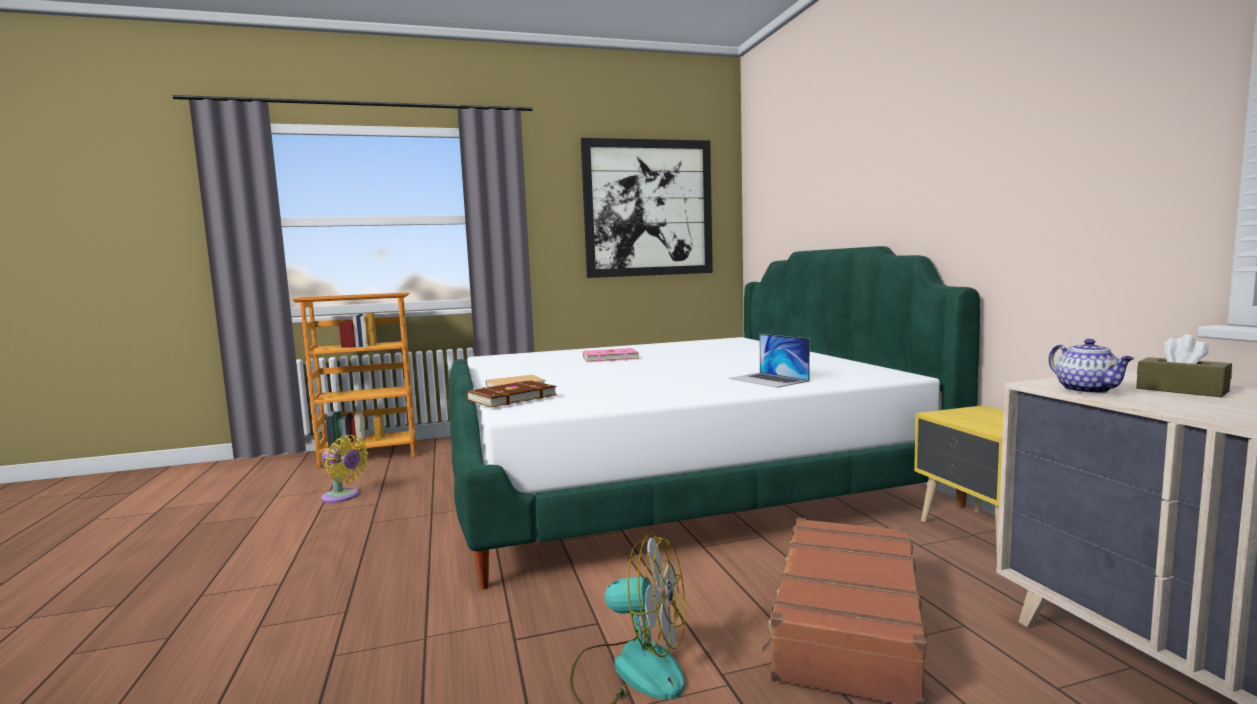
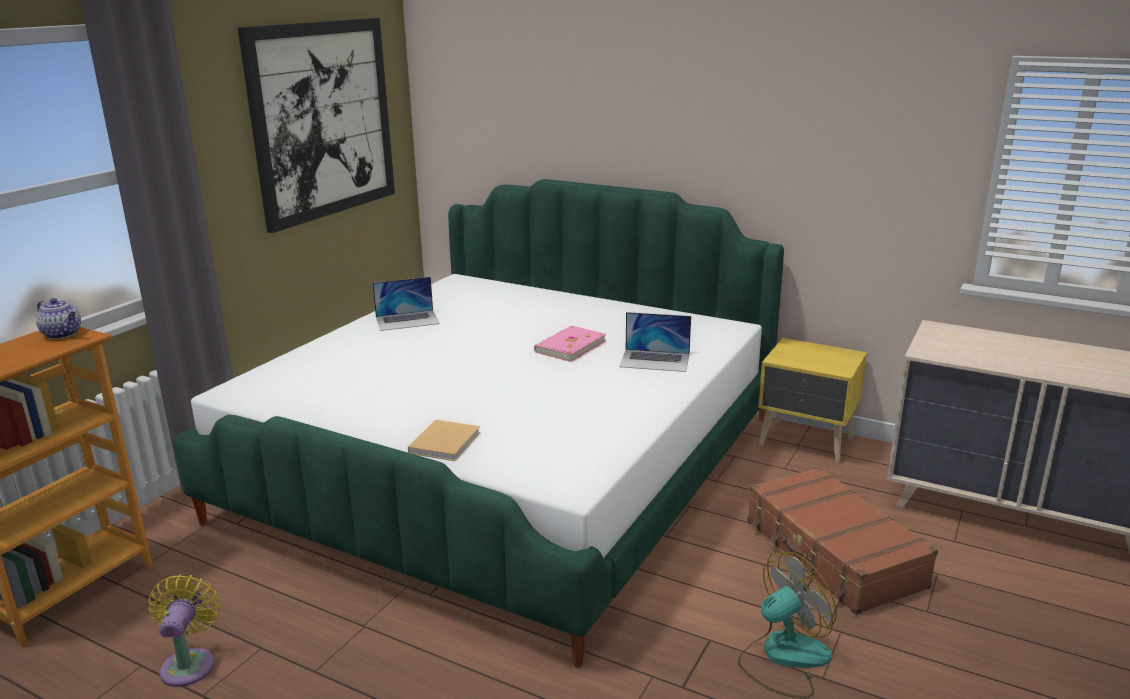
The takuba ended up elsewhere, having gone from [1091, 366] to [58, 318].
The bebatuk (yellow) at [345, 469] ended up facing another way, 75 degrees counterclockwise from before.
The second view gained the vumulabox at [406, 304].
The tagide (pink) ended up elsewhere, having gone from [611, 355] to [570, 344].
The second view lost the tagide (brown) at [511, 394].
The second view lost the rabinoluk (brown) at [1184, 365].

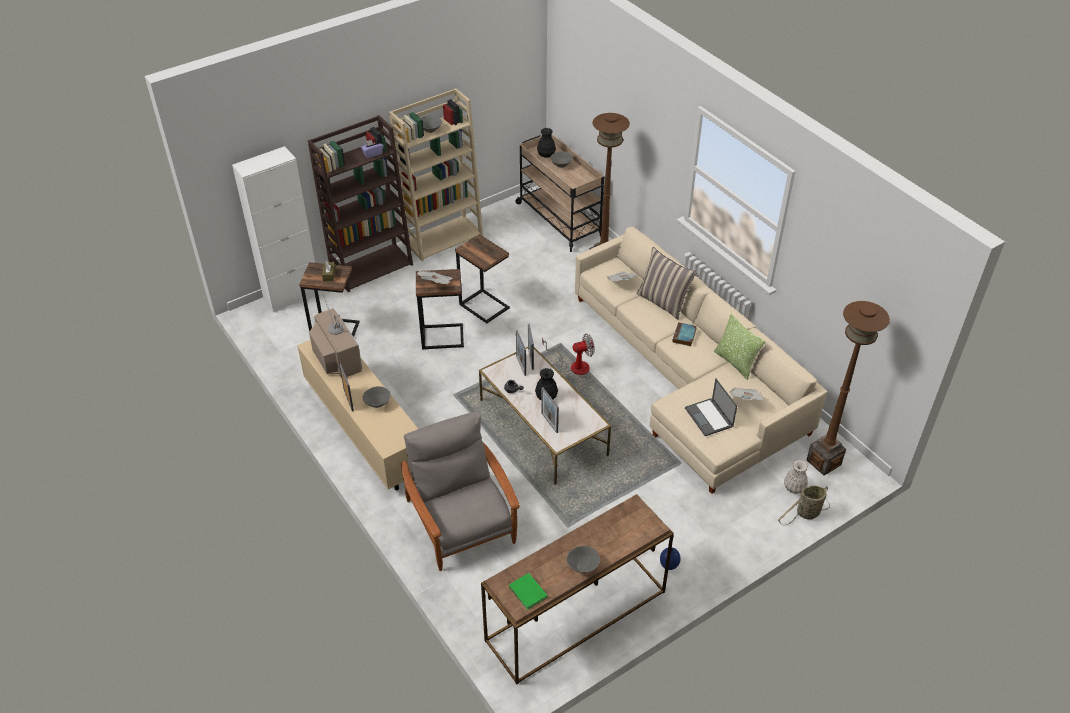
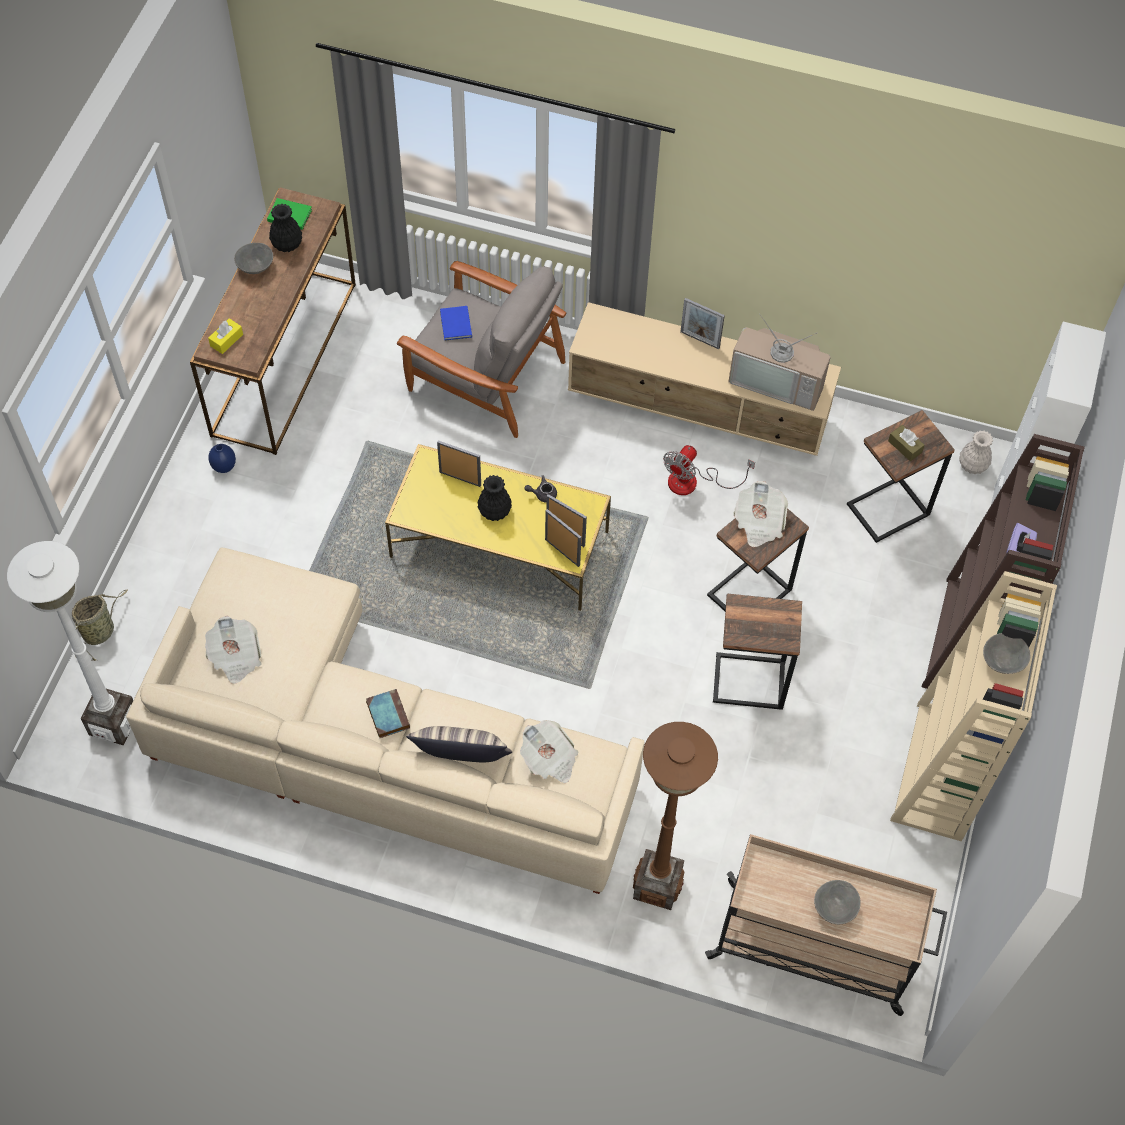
What was the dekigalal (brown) at [848, 388] turned into the dekigalal (white) at [70, 643].
The second view gained the rabinoluk (yellow) at [225, 336].
The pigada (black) ended up elsewhere, having gone from [546, 143] to [285, 228].
What was the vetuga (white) at [545, 416] turned into the vetuga (yellow) at [498, 527].
The second view gained the tagide (blue) at [456, 323].
The bebatuk ended up elsewhere, having gone from [568, 354] to [709, 470].
The pigada (white) ended up elsewhere, having gone from [796, 477] to [976, 452].
The second view lost the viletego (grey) at [376, 397].
The second view lost the vumulabox at [711, 407].
The second view lost the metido at [739, 347].

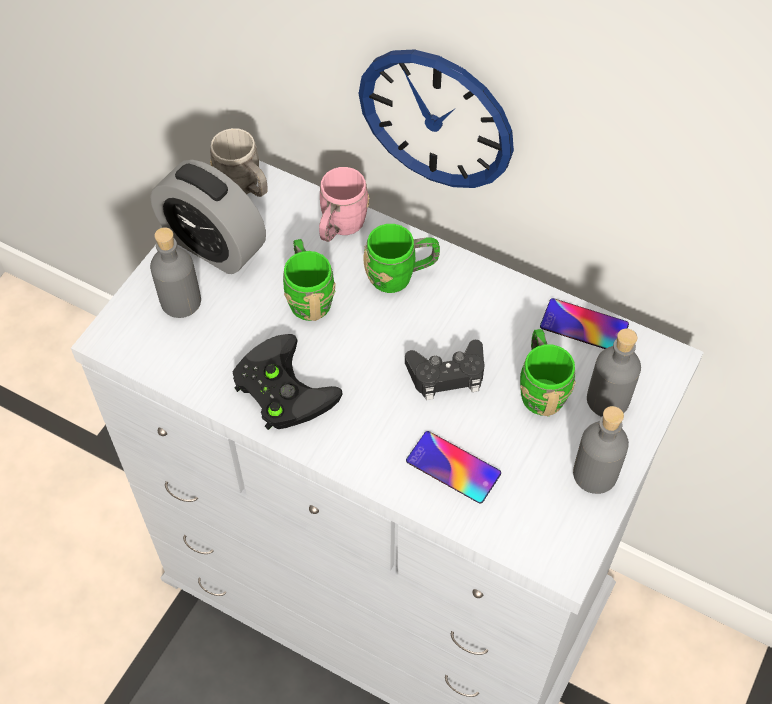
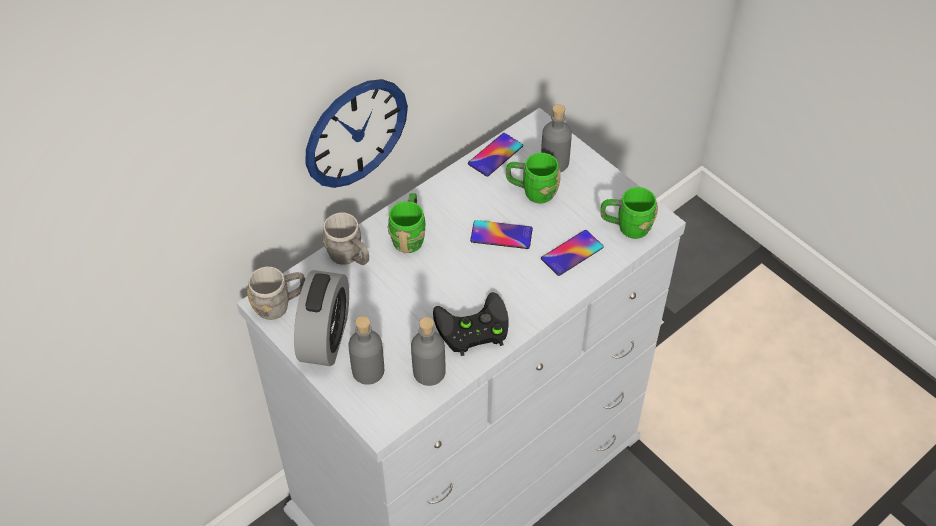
The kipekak at [208, 217] ended up facing another way, 45 degrees counterclockwise from before.
What was the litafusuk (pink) at [344, 204] turned into the litafusuk (grey) at [346, 239].
The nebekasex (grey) ended up elsewhere, having gone from [601, 450] to [428, 351].
Where the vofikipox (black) stood at [444, 370], the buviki came to stand at [501, 234].
The litafusuk (green) ended up elsewhere, having gone from [309, 280] to [629, 213].

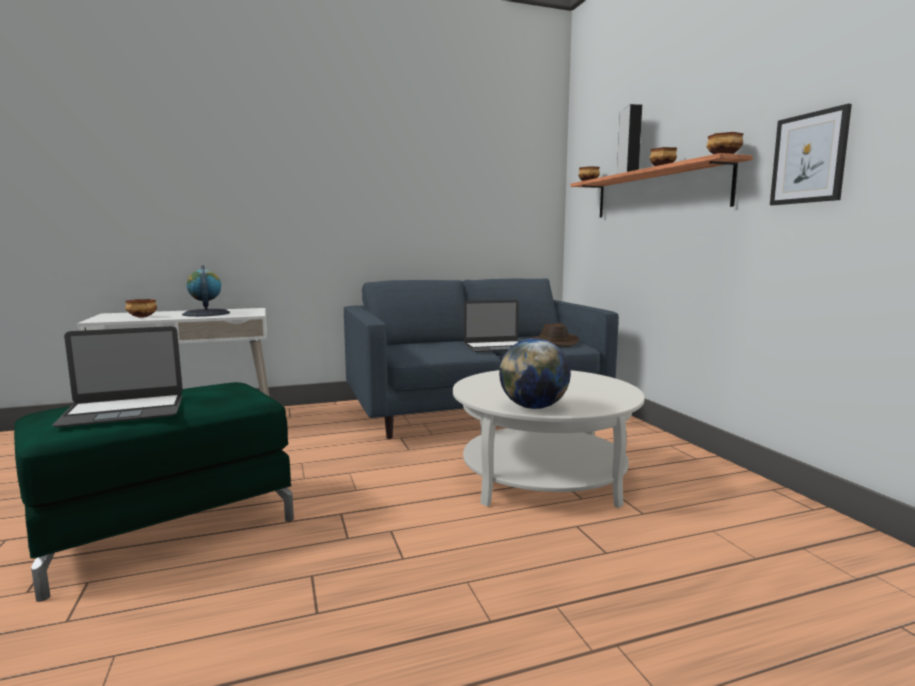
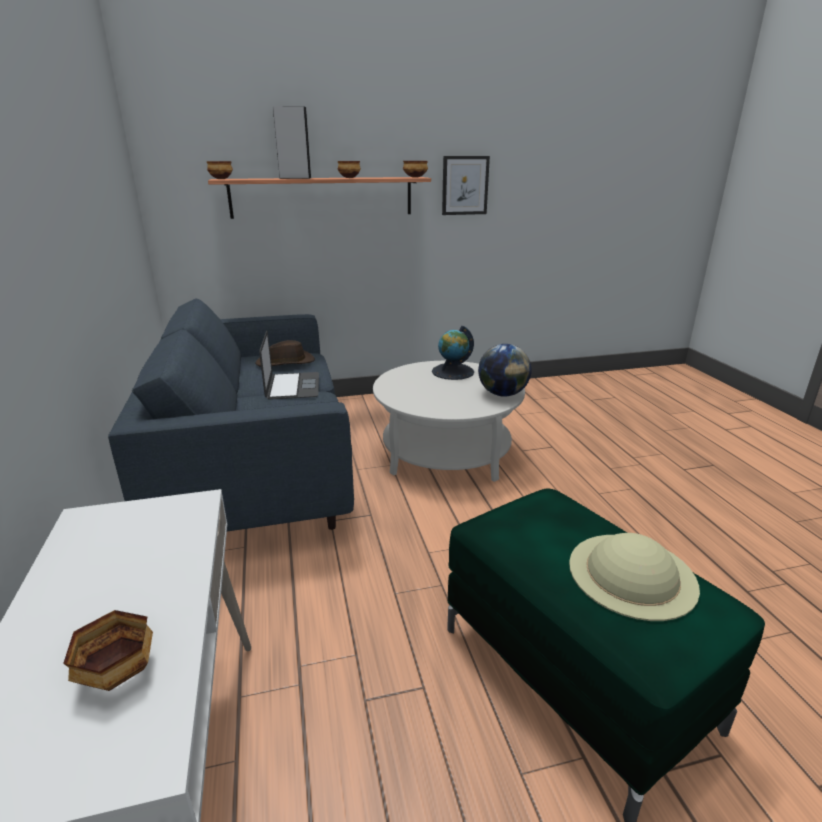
The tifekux ended up elsewhere, having gone from [206, 291] to [453, 353].
Where the vumulabox stood at [117, 376], the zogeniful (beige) came to stand at [634, 577].

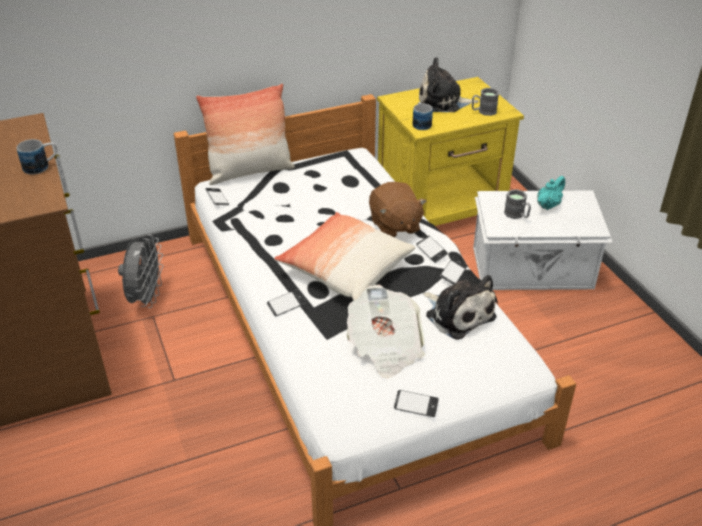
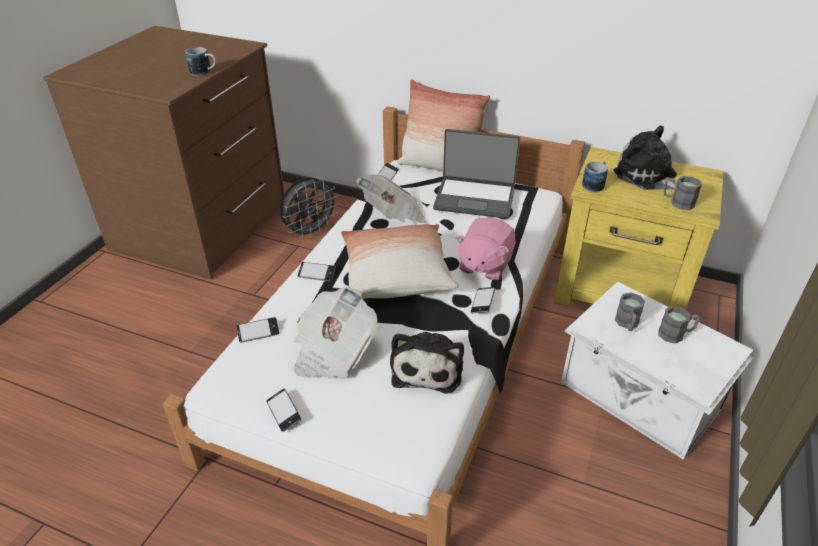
The buviki ended up elsewhere, having gone from [454, 270] to [258, 330].
The second view gained the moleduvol at [392, 199].
The second view gained the vumulabox at [476, 174].
What was the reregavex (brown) at [398, 209] turned into the reregavex (pink) at [485, 249].
Where the takuba (turquoise) stood at [551, 193], the litafusuk (grey) came to stand at [679, 324].

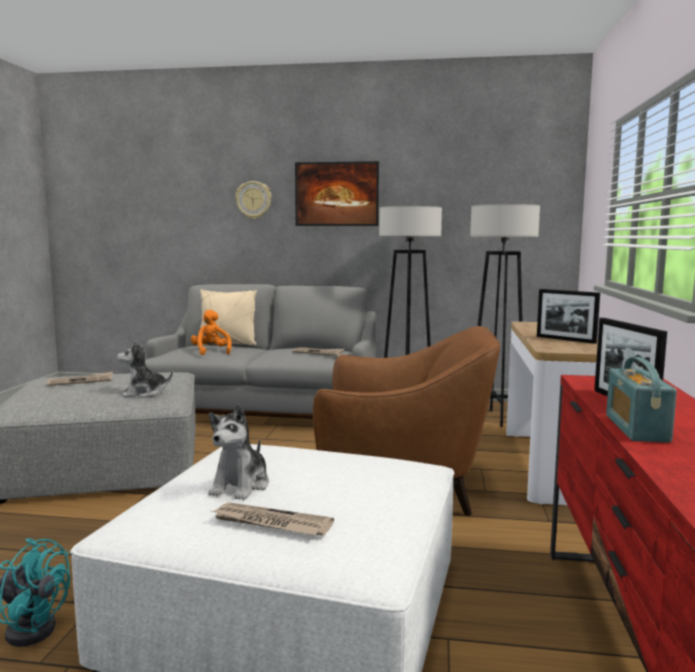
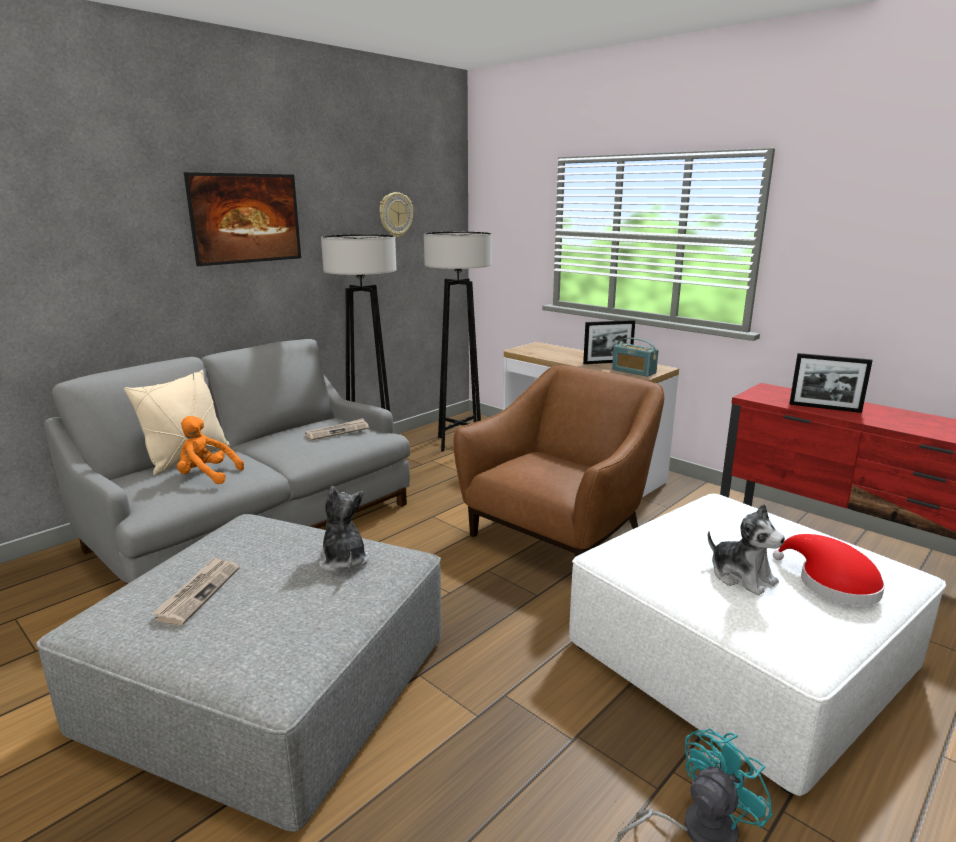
The reregavex at [145, 369] ended up facing another way, 135 degrees clockwise from before.
The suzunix ended up elsewhere, having gone from [253, 200] to [396, 214].
The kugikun ended up elsewhere, having gone from [641, 400] to [635, 357].
Where the moleduvol stood at [273, 519], the zogeniful (red) came to stand at [829, 570].

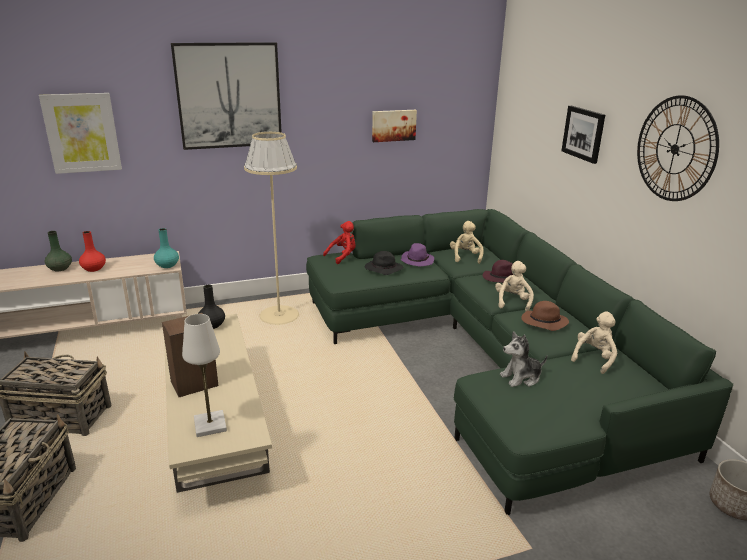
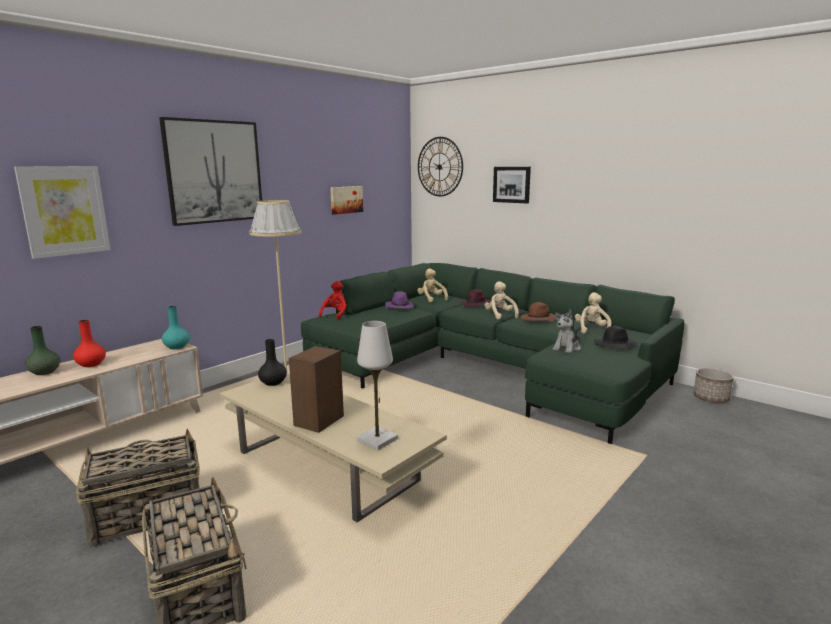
The suzunix ended up elsewhere, having gone from [678, 148] to [440, 167].
The zogeniful (black) ended up elsewhere, having gone from [383, 263] to [615, 337].

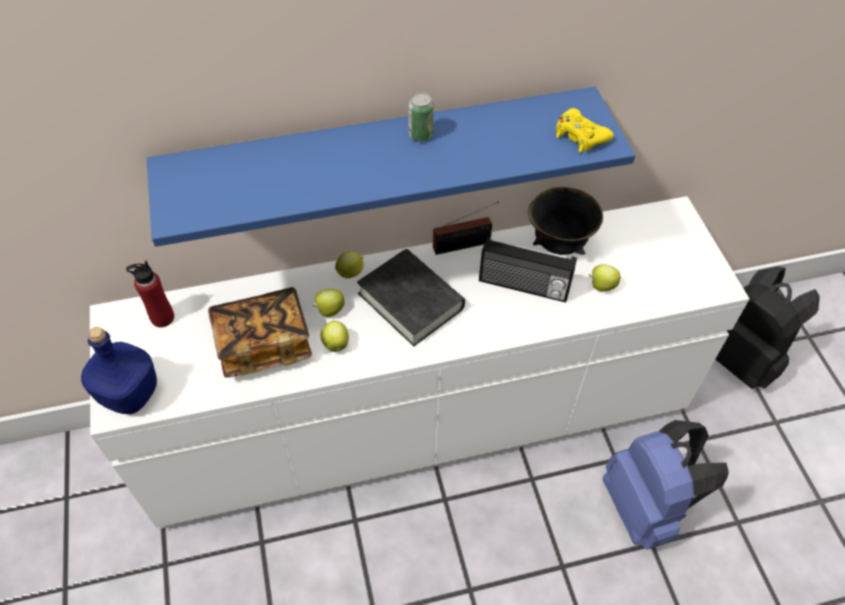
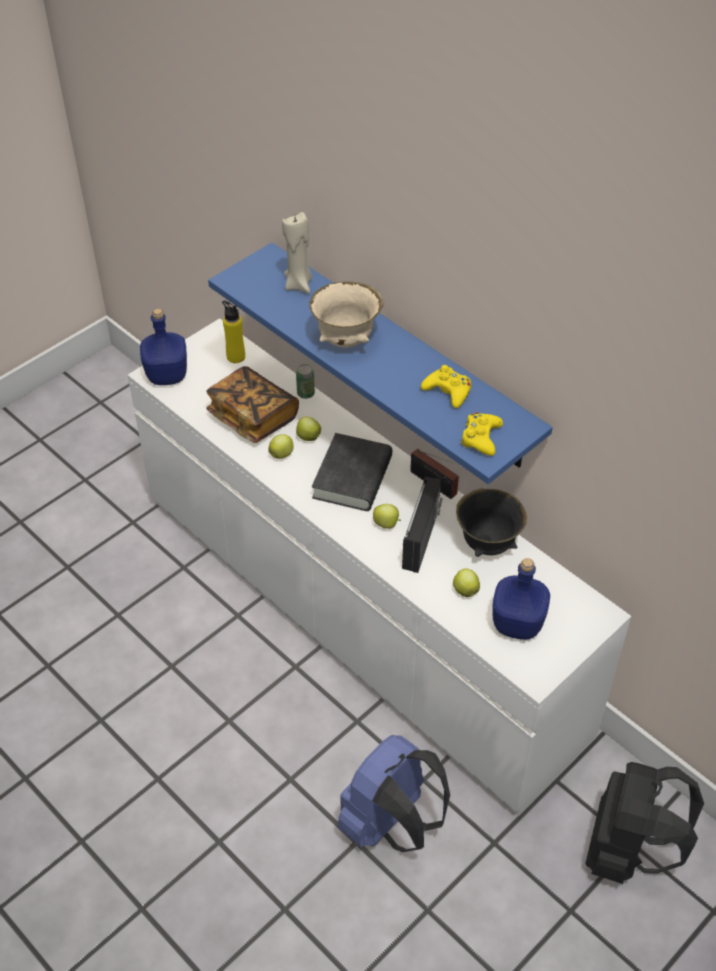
What was the nebekasex (red) at [150, 294] turned into the nebekasex (yellow) at [233, 331].
The second view gained the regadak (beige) at [297, 253].
The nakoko ended up elsewhere, having gone from [421, 117] to [305, 381].
The second view gained the viletego (beige) at [346, 315].
The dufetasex ended up elsewhere, having gone from [349, 264] to [387, 516].
The kugikun at [528, 269] ended up facing another way, 150 degrees counterclockwise from before.
The second view gained the vofikipox (yellow) at [446, 386].
The second view gained the nebekasex (blue) at [521, 599].

